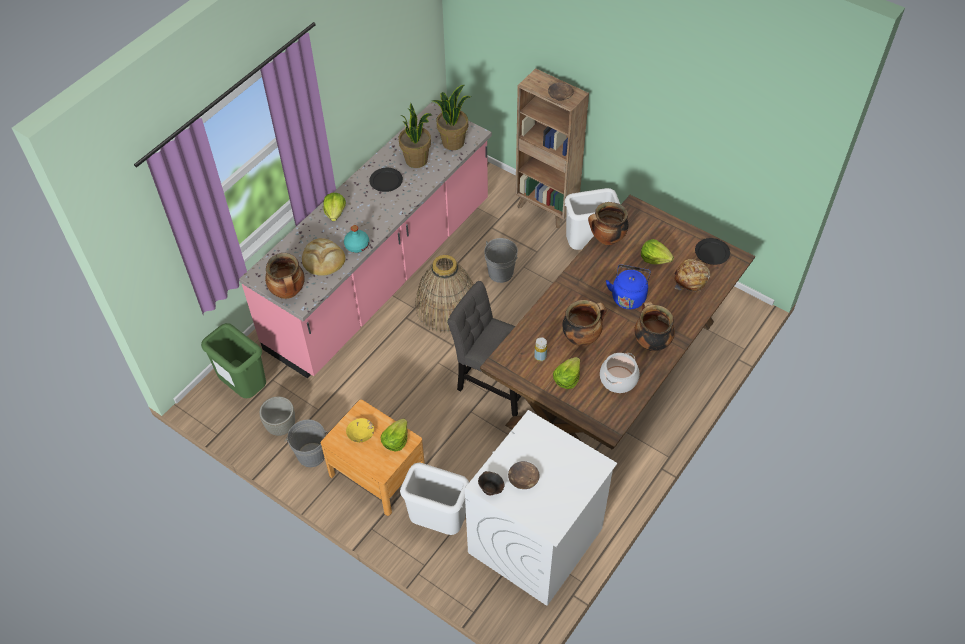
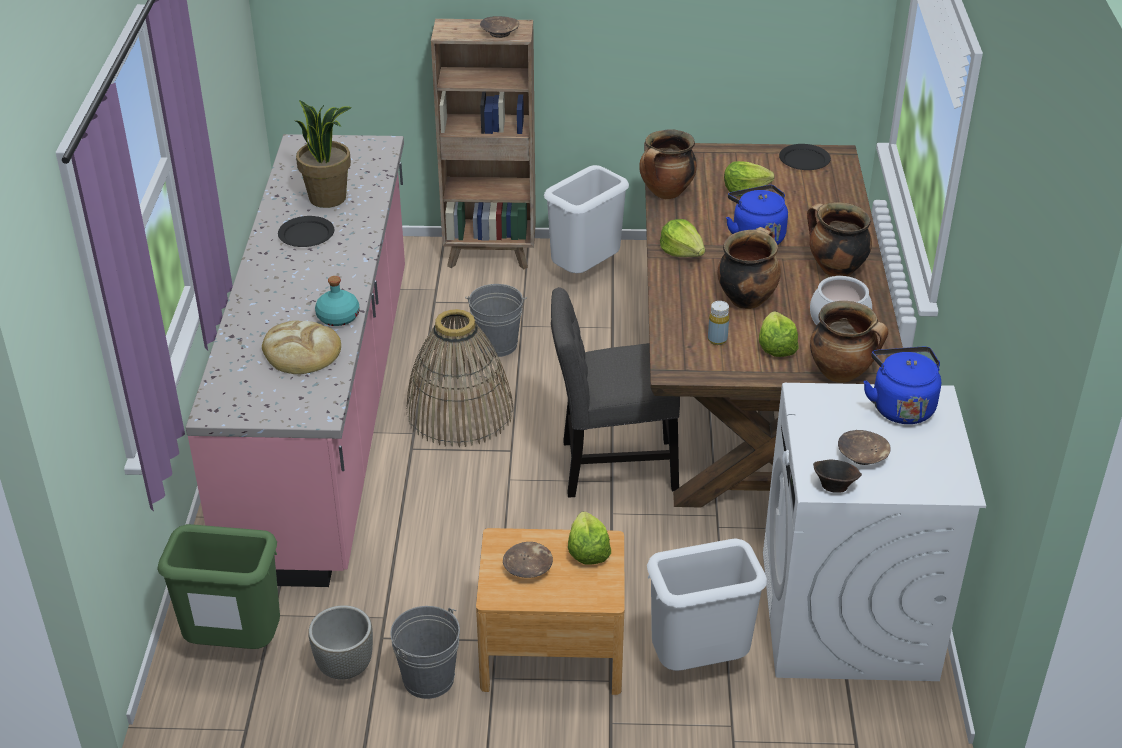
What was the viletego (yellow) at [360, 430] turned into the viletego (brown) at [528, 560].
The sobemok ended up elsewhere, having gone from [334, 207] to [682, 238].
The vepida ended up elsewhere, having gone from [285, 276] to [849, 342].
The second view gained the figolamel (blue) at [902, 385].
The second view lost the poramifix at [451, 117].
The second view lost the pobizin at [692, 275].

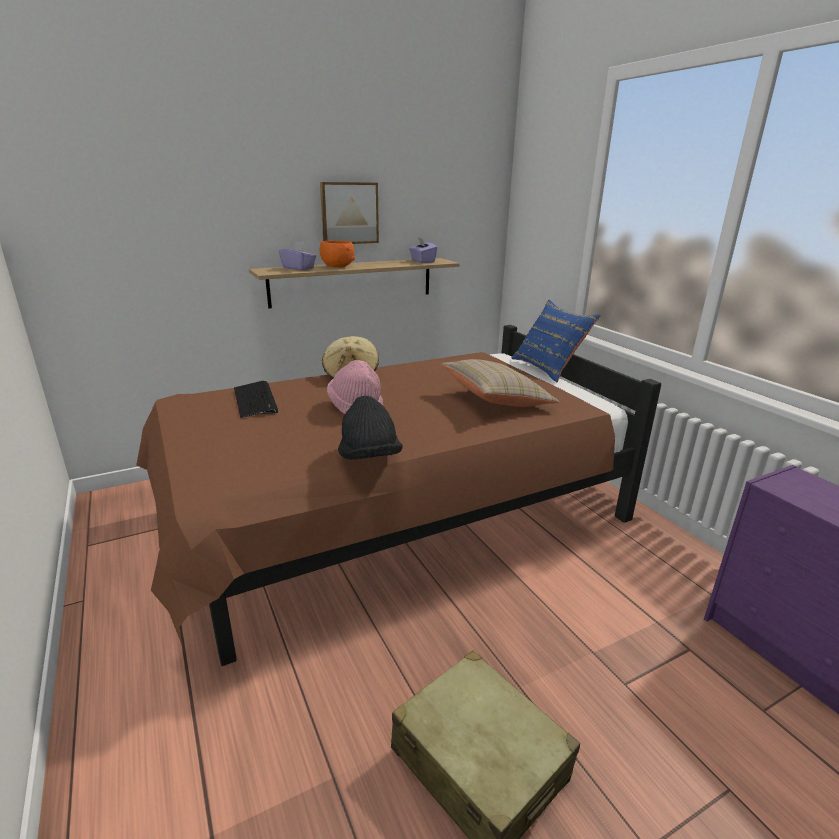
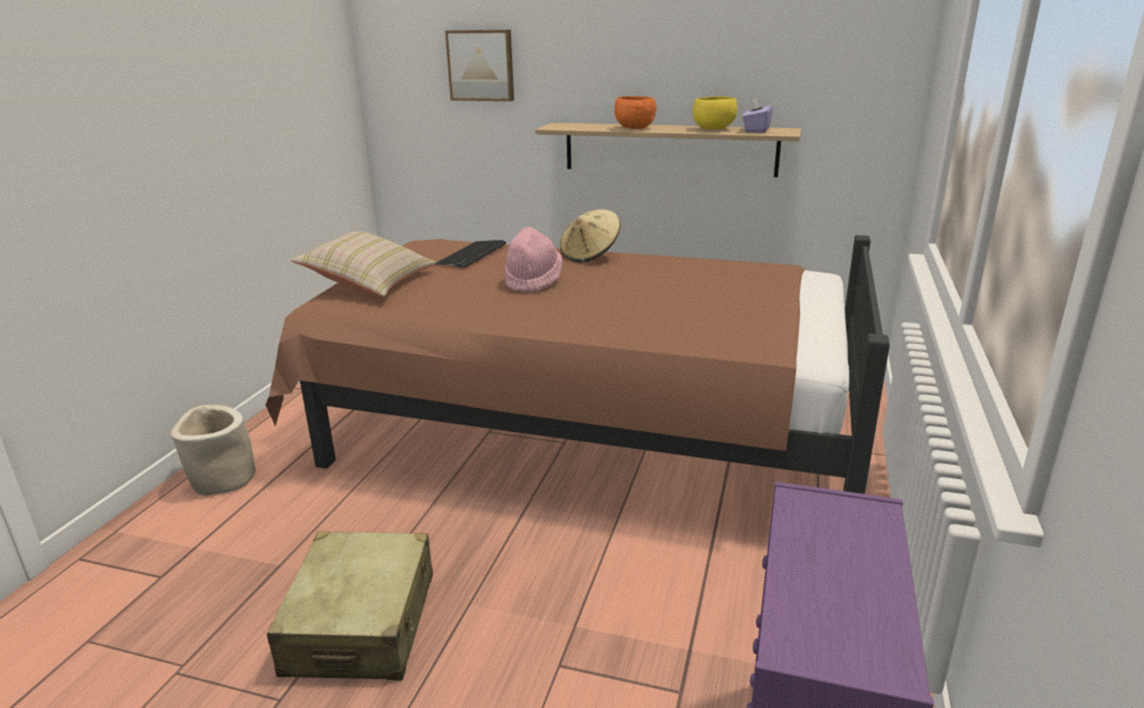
The second view gained the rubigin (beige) at [213, 450].
The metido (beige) ended up elsewhere, having gone from [500, 383] to [363, 264].
The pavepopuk ended up elsewhere, having gone from [349, 213] to [479, 65].
The second view gained the viletego (yellow) at [715, 113].
The second view lost the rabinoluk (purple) at [297, 256].
The second view lost the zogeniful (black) at [370, 428].
The second view lost the metido (blue) at [556, 341].

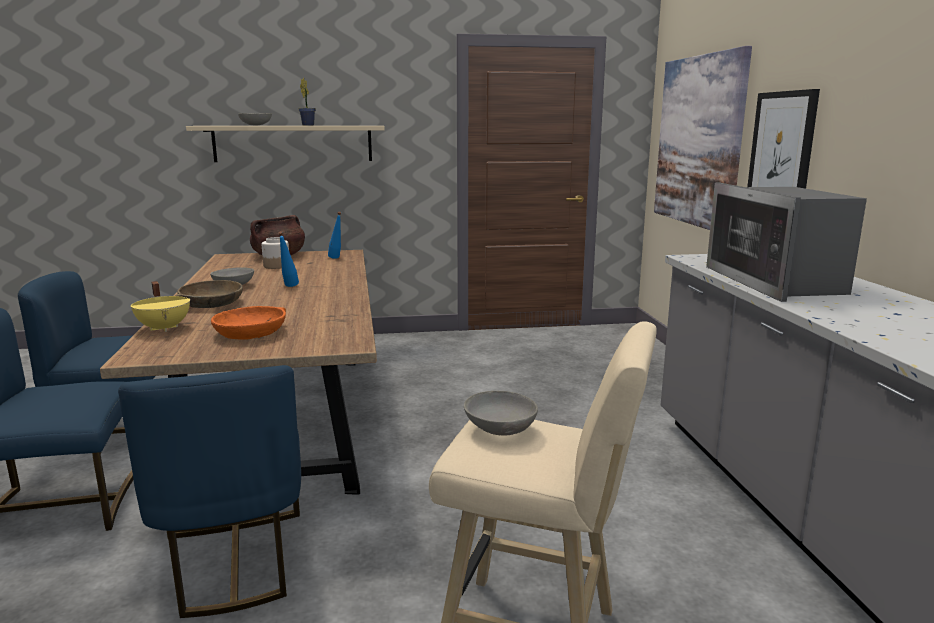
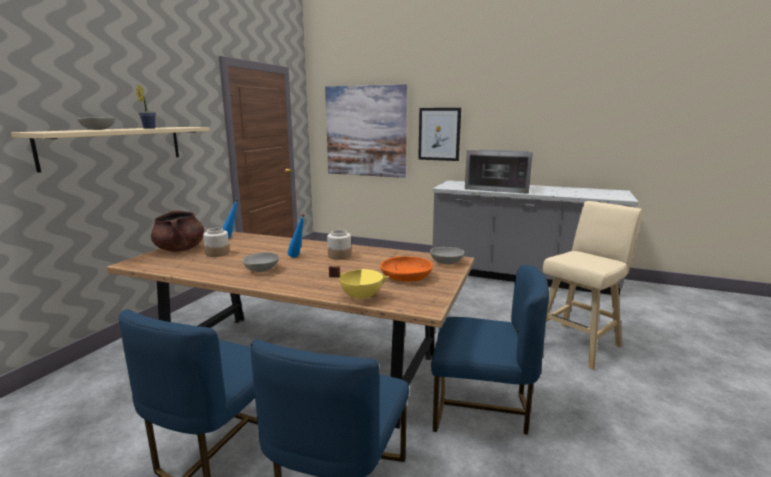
The second view gained the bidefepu at [339, 245].
The viletego (grey) ended up elsewhere, having gone from [501, 413] to [447, 255].
The second view lost the viletego (brown) at [209, 294].

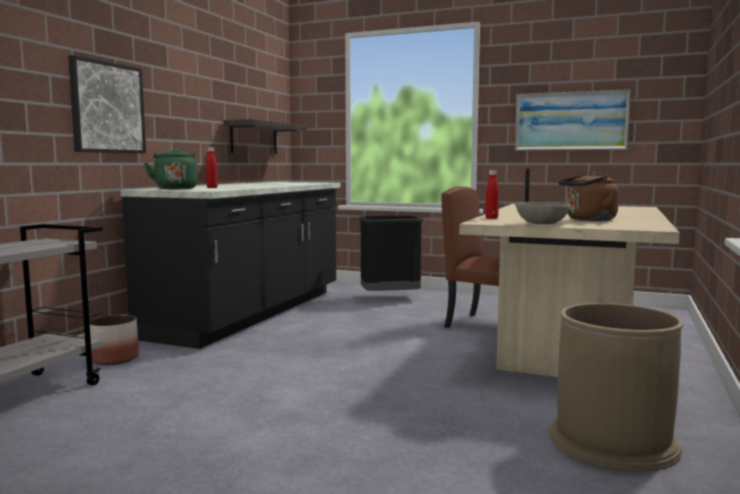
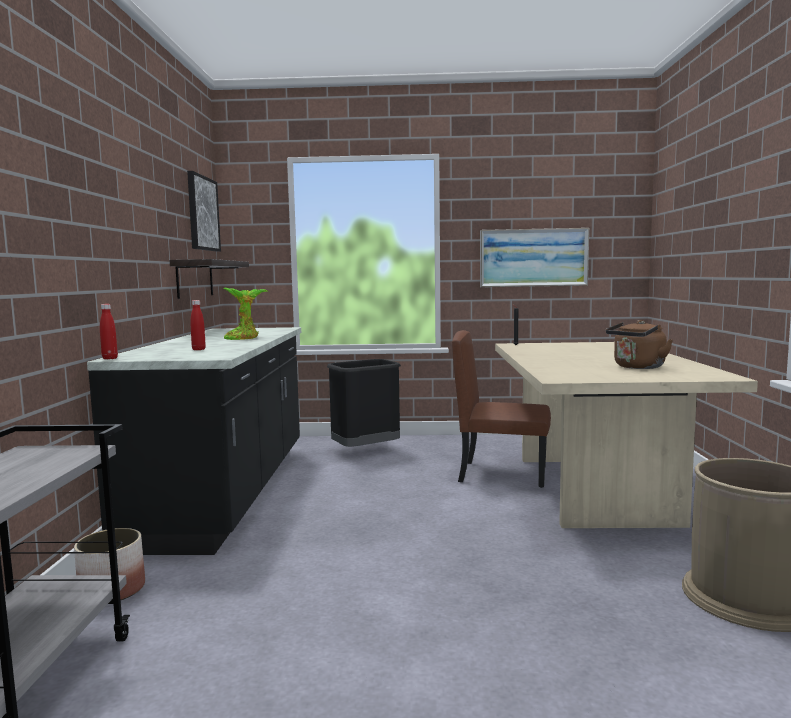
The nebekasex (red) ended up elsewhere, having gone from [492, 194] to [109, 331].
The pavepopuk ended up elsewhere, having gone from [107, 104] to [204, 211].
The second view gained the poramifix at [245, 314].
The second view lost the figolamel (green) at [171, 168].
The second view lost the viletego (grey) at [542, 213].

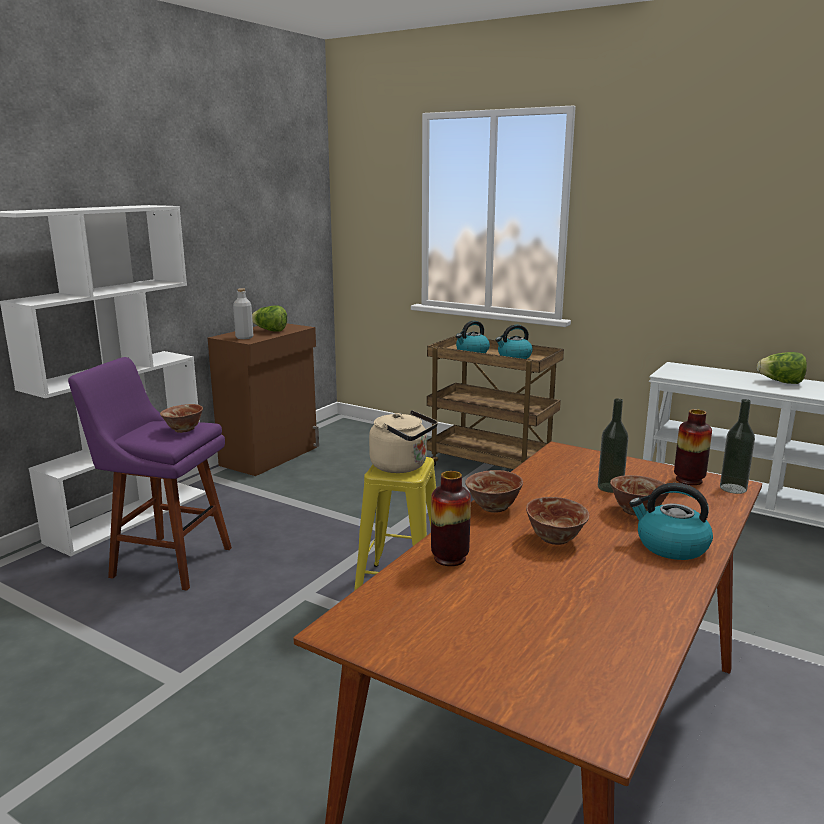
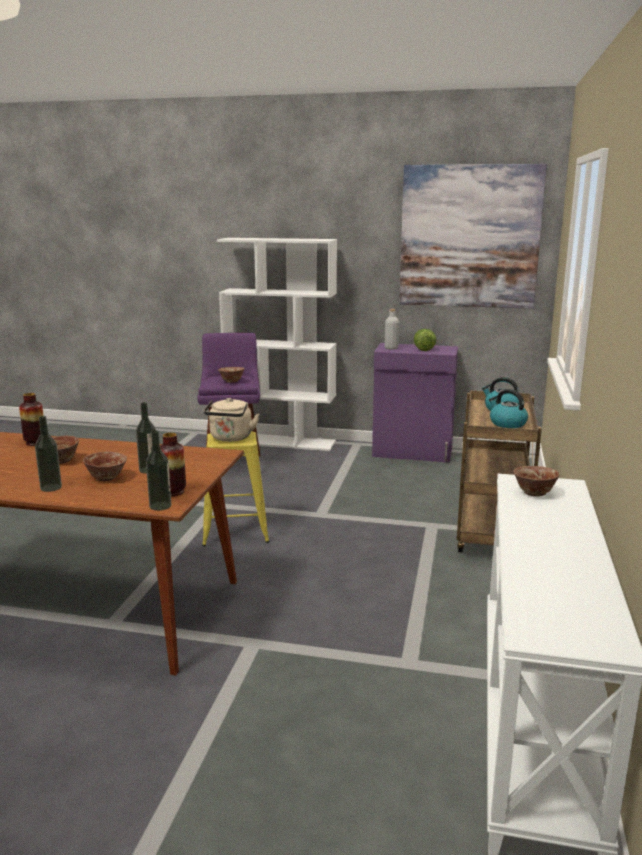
Where the figolamel stood at [671, 521], the nebekasex came to stand at [48, 454].
What was the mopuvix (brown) at [263, 399] turned into the mopuvix (purple) at [415, 403].
The second view gained the pavepopuk at [473, 236].
The viletego ended up elsewhere, having gone from [494, 491] to [536, 481].
The second view lost the sobemok at [782, 368].

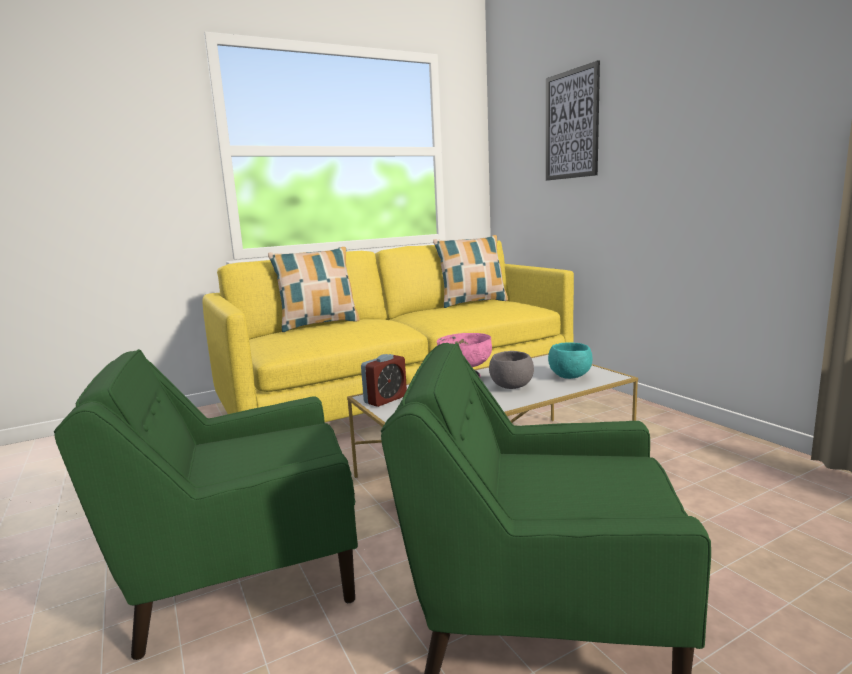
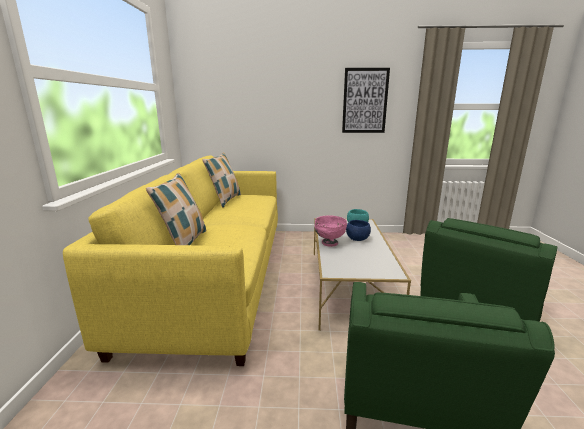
The pavepopuk ended up elsewhere, having gone from [573, 120] to [366, 100].
What was the viletego (grey) at [511, 370] turned into the viletego (blue) at [358, 230].
The second view lost the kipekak at [384, 380].

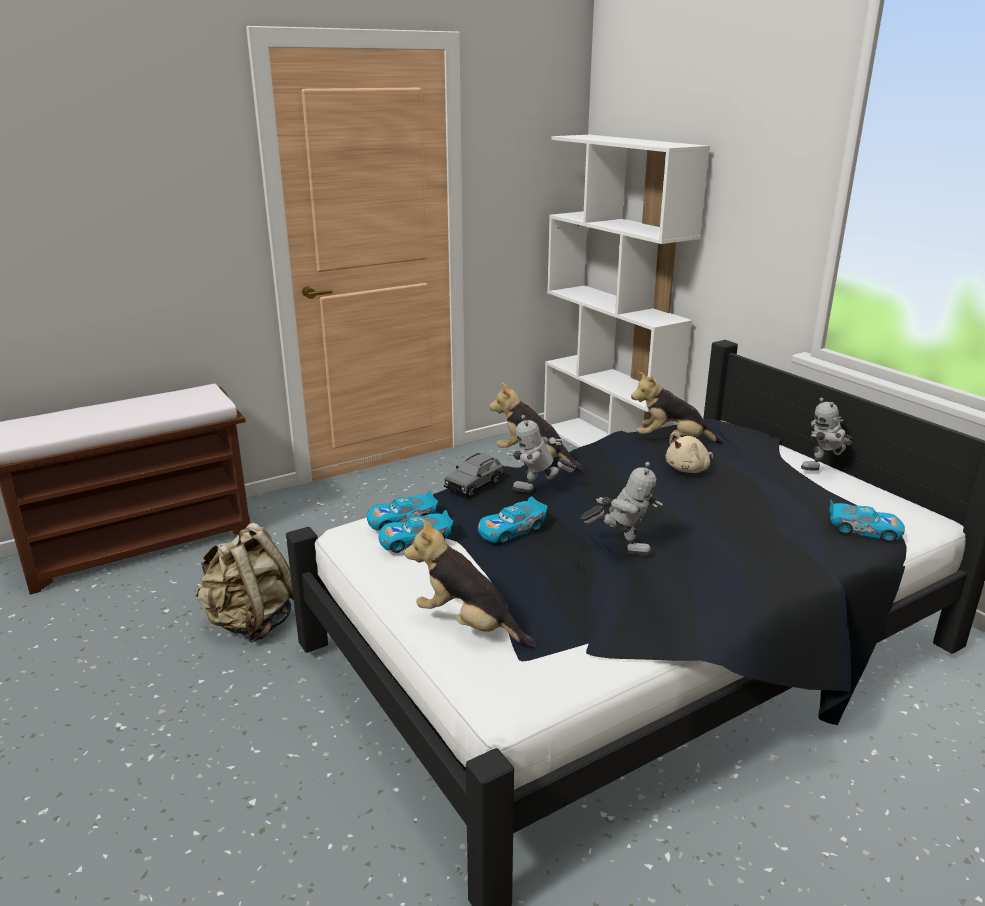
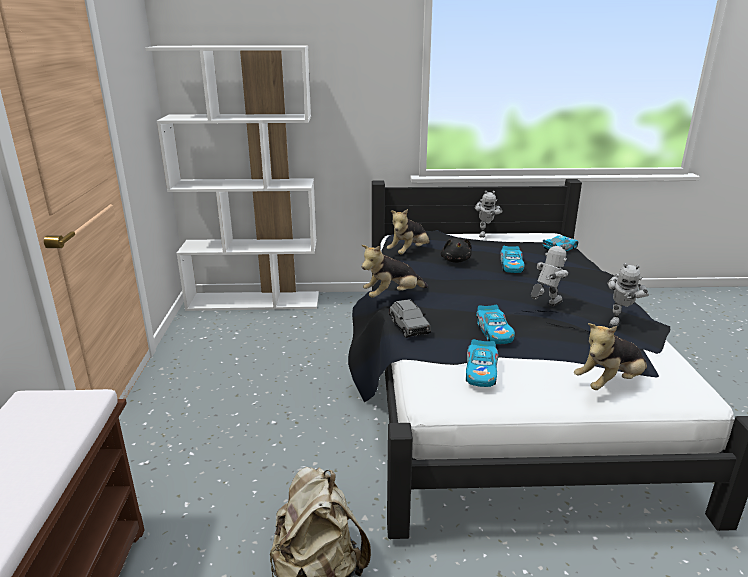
What was the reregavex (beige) at [689, 452] turned into the reregavex (black) at [456, 250].
The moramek ended up elsewhere, having gone from [402, 510] to [512, 259].
The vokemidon ended up elsewhere, having gone from [543, 454] to [628, 295].

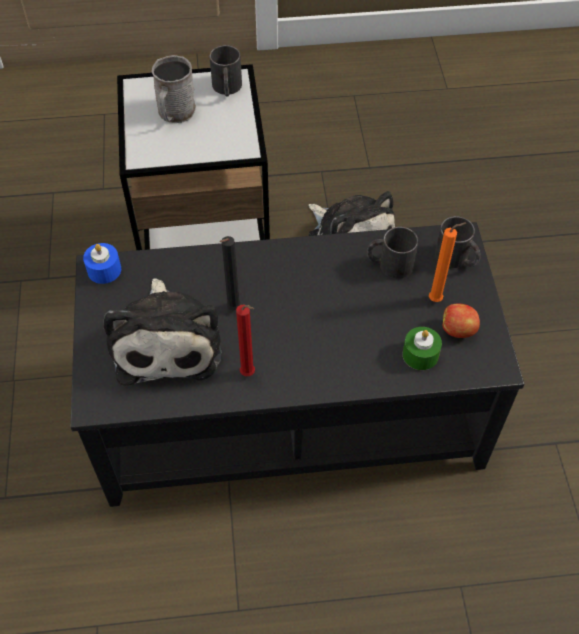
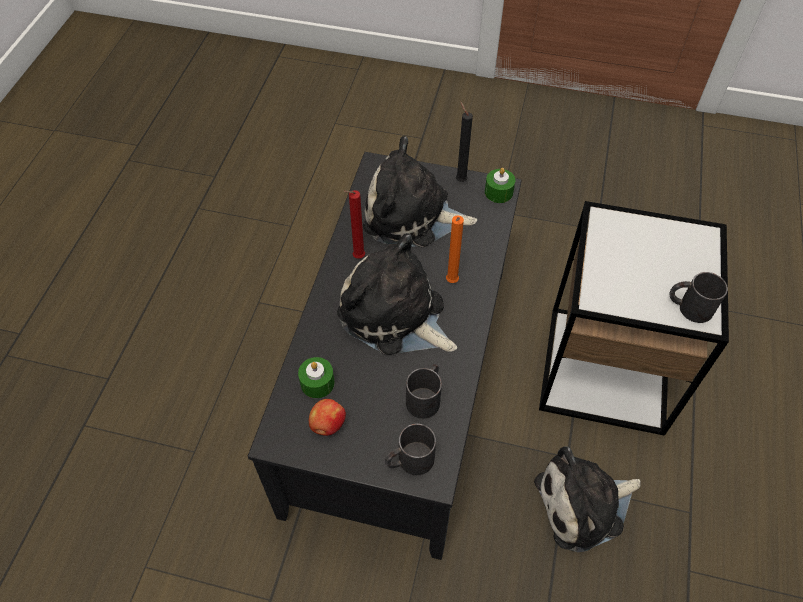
The second view gained the reregavex at [397, 294].
The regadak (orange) ended up elsewhere, having gone from [447, 262] to [455, 249].
The regadak (black) ended up elsewhere, having gone from [230, 273] to [464, 142].
What was the regadak (blue) at [102, 263] turned into the regadak (green) at [500, 185].
The second view lost the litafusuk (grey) at [174, 89].

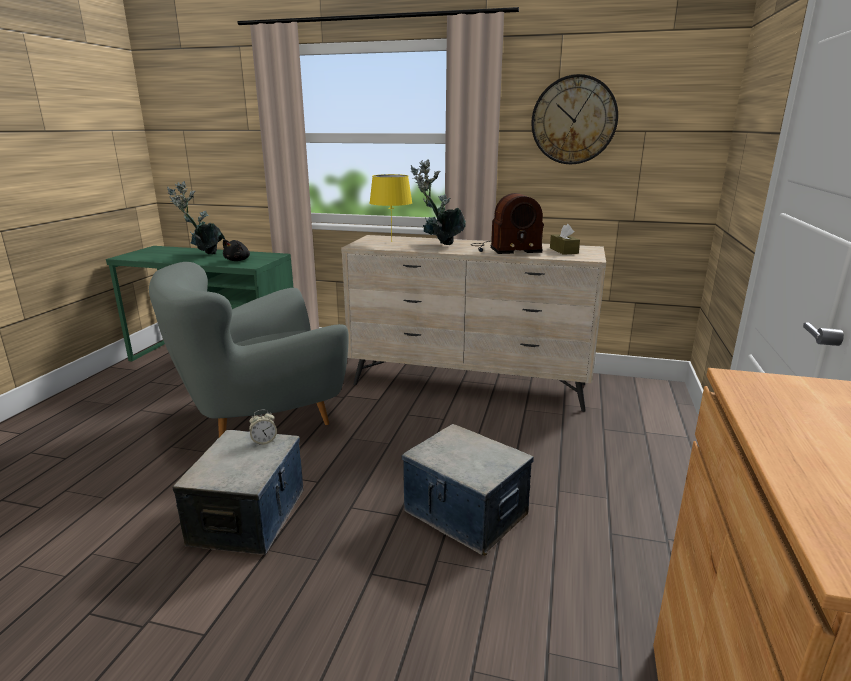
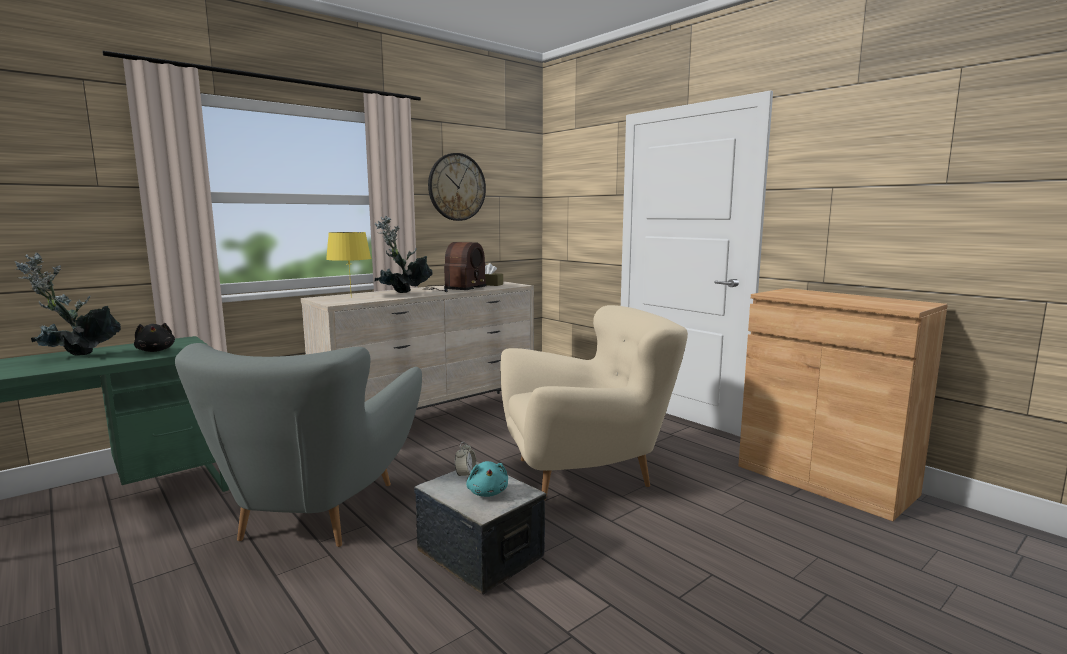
The second view gained the reregavex (turquoise) at [487, 479].
Where the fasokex stood at [468, 490], the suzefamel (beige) came to stand at [594, 402].

